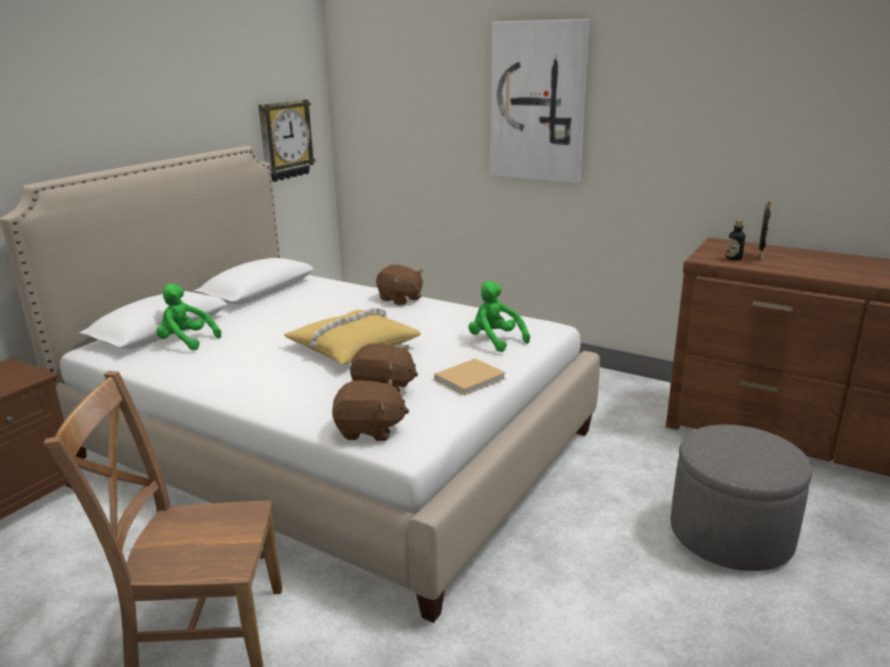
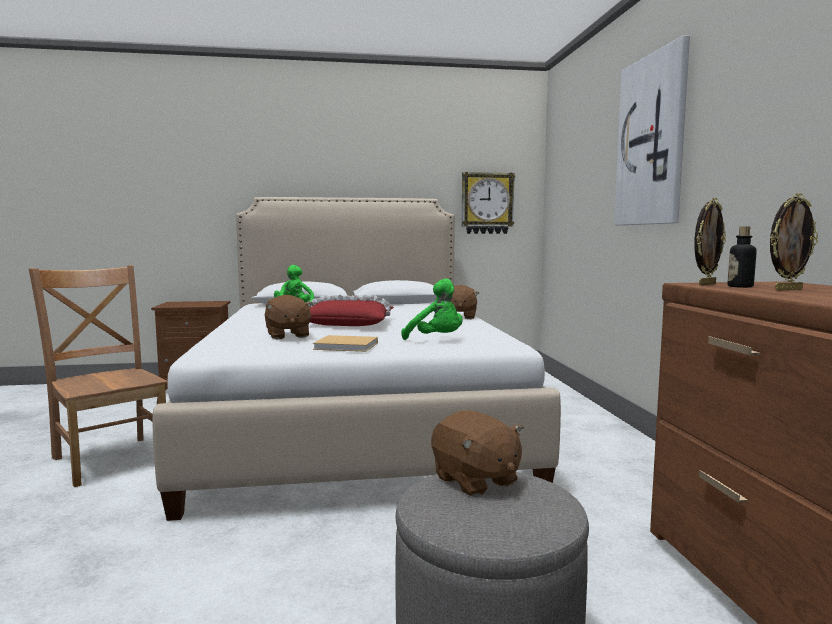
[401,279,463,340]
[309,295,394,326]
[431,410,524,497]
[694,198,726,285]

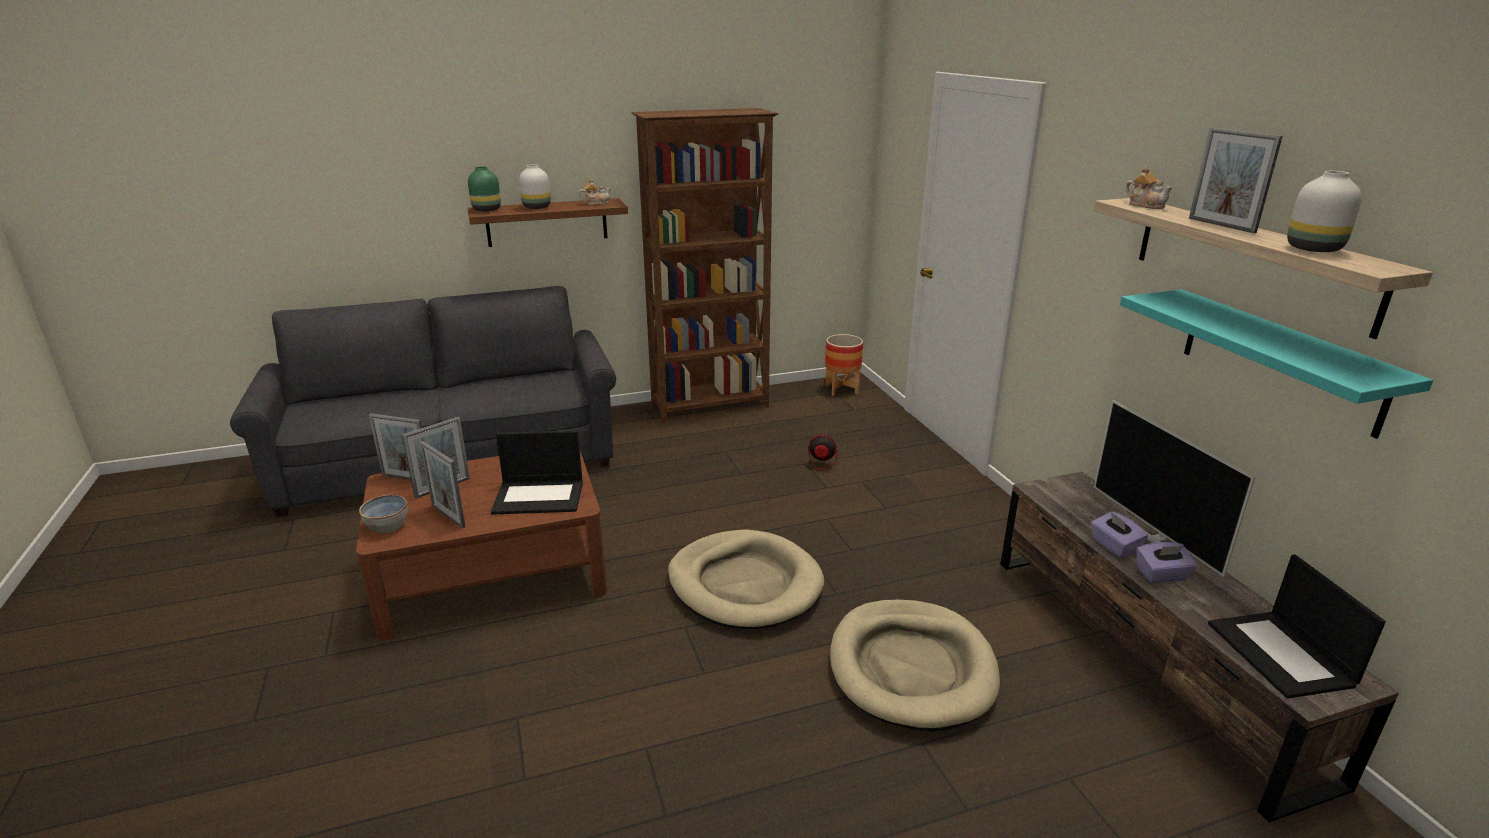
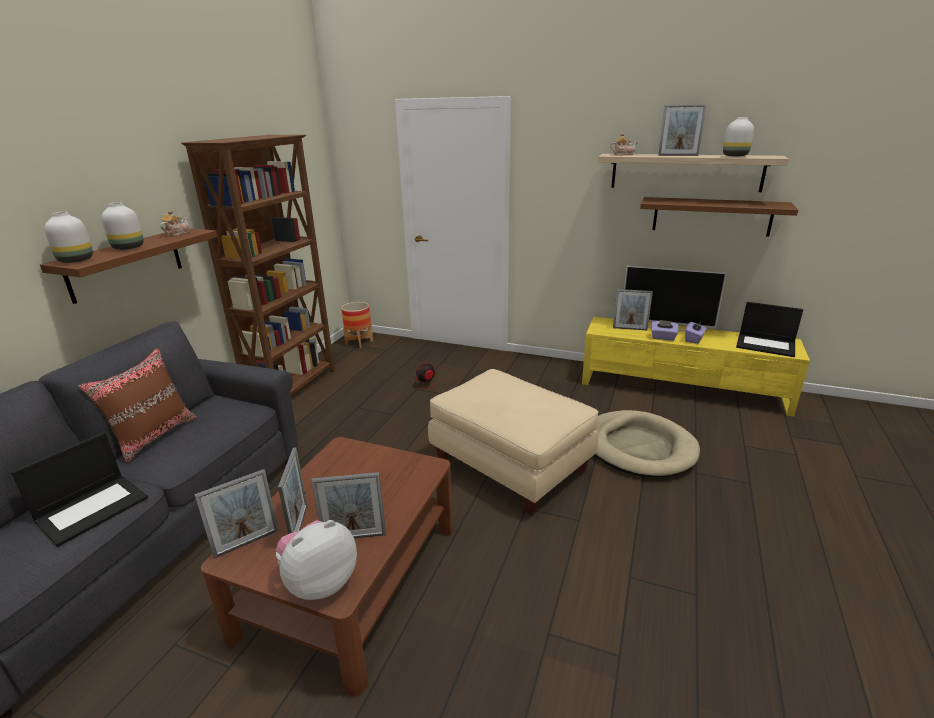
[45,212,93,263]
[640,197,798,236]
[11,432,148,547]
[582,317,810,416]
[276,520,357,600]
[428,369,599,515]
[613,289,653,330]
[78,348,197,463]

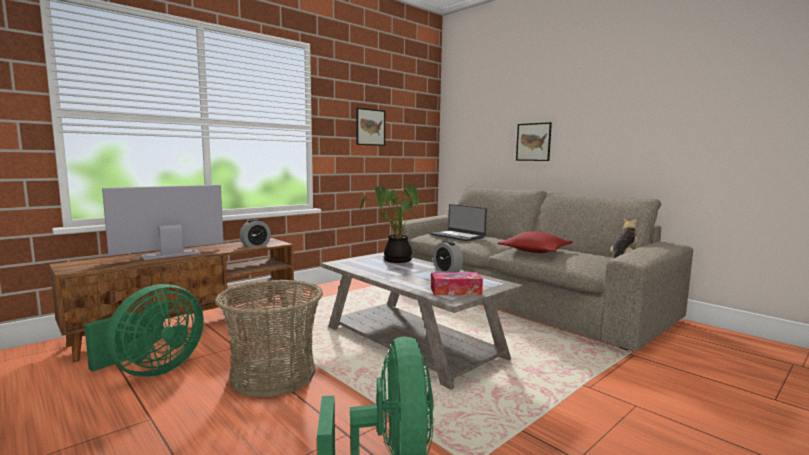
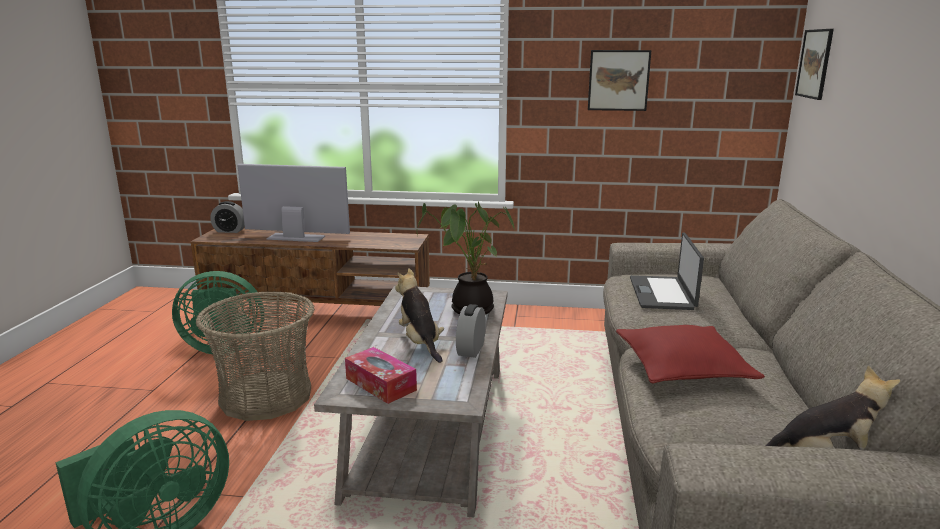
[795,29,834,100]
[210,201,245,233]
[395,268,444,363]

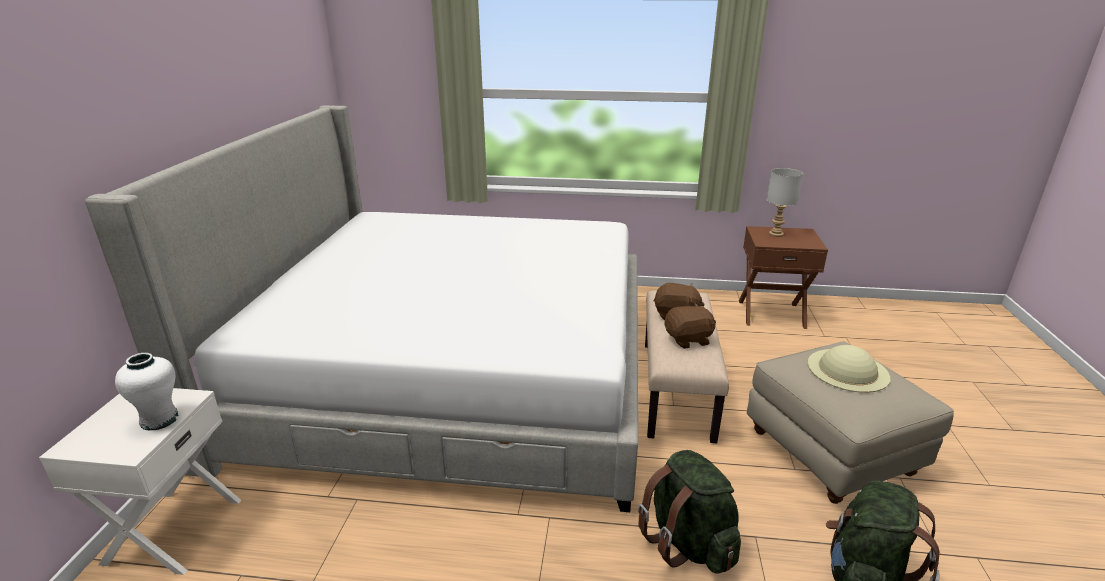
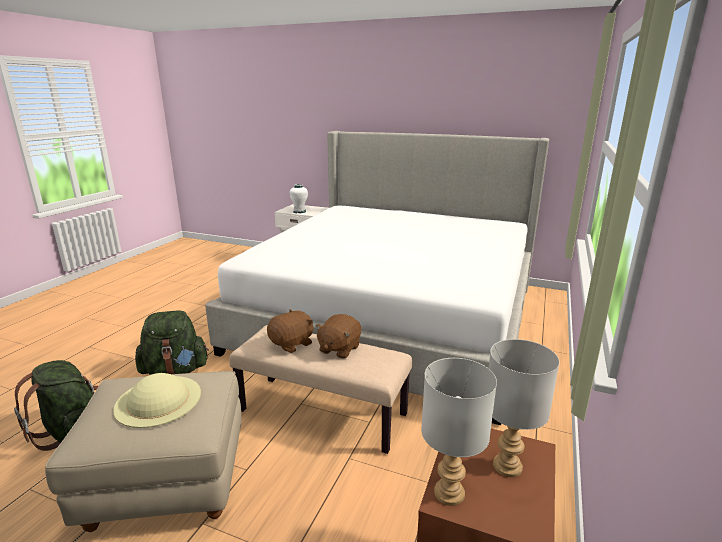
[267,309,314,353]
[421,358,497,506]

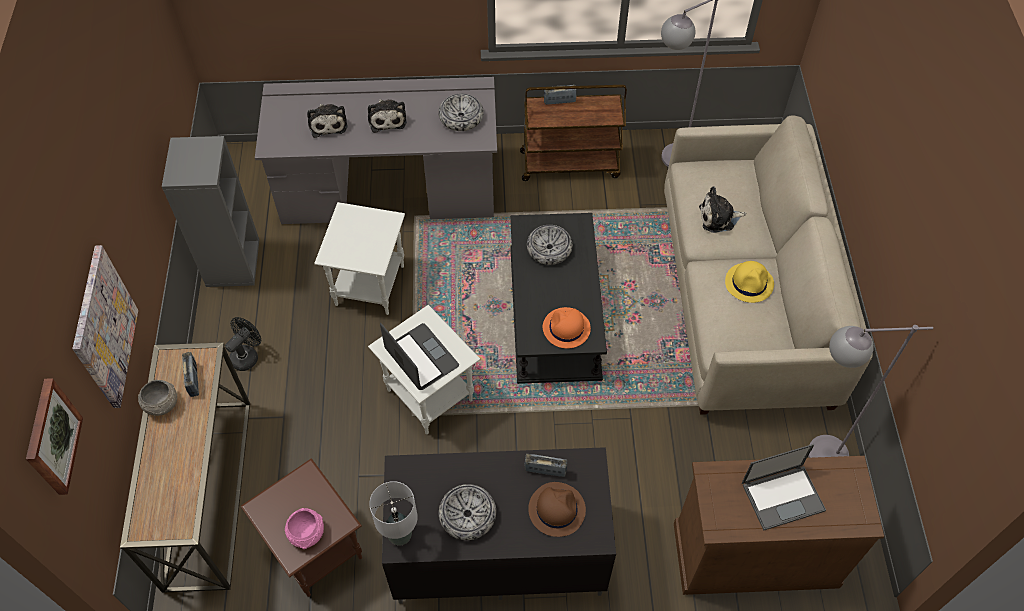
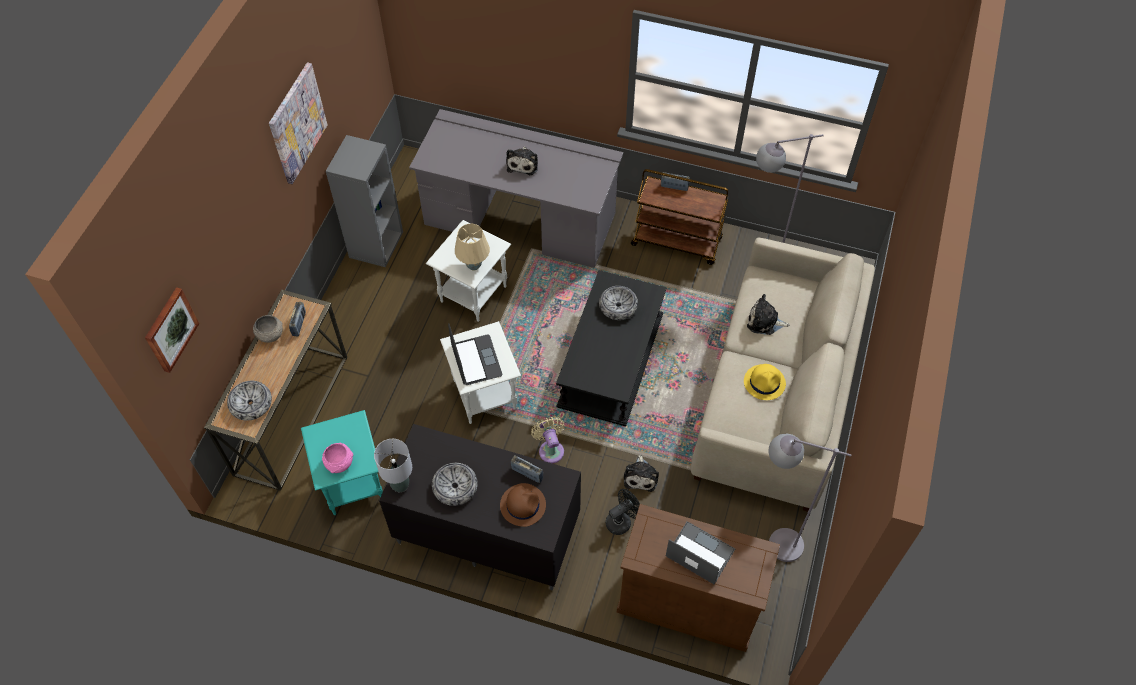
[227,381,272,420]
[624,454,659,492]
[269,62,327,184]
[543,307,591,348] (first image)
[606,489,640,535]
[666,521,735,585]
[301,410,383,515]
[455,224,490,270]
[531,417,564,463]

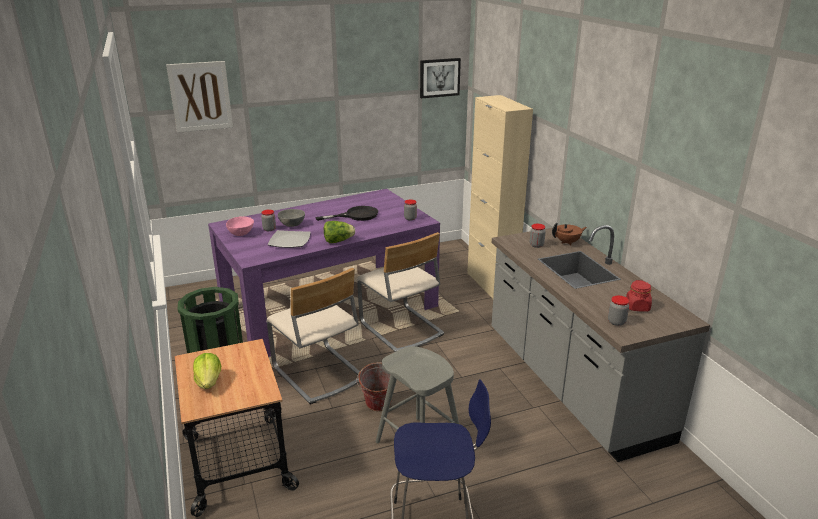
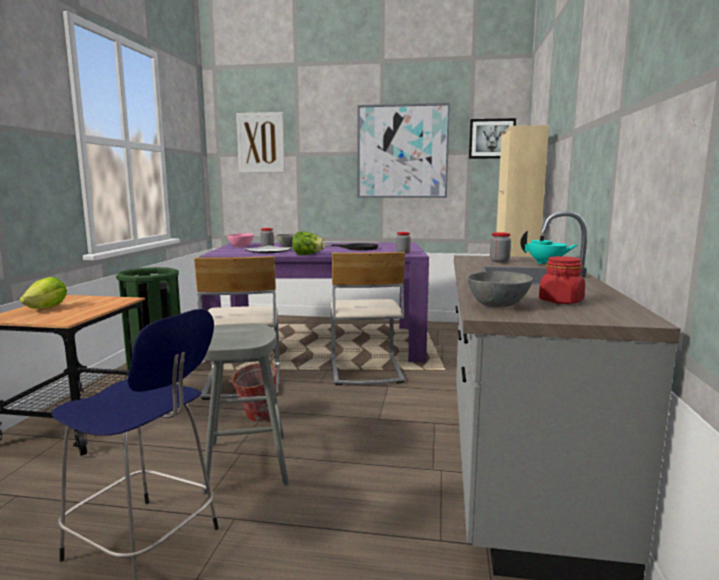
[520,231,577,264]
[468,271,533,307]
[358,103,450,198]

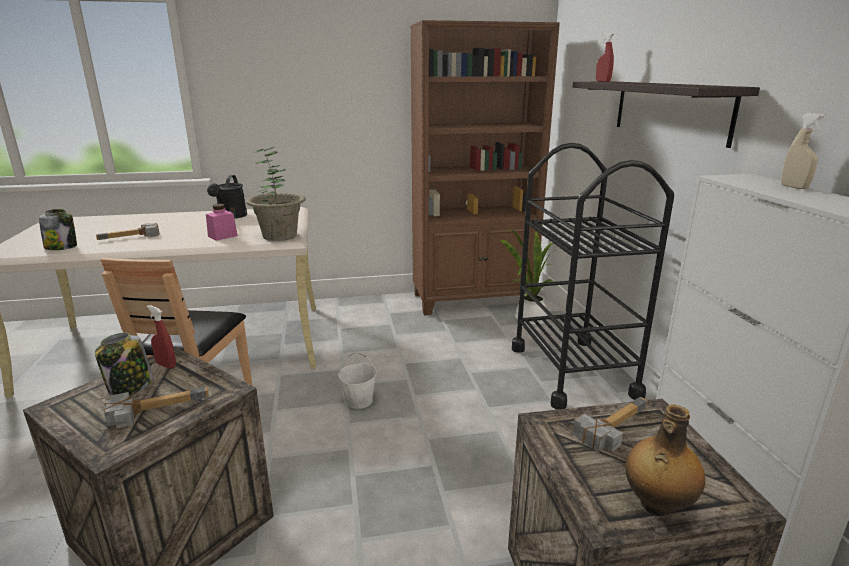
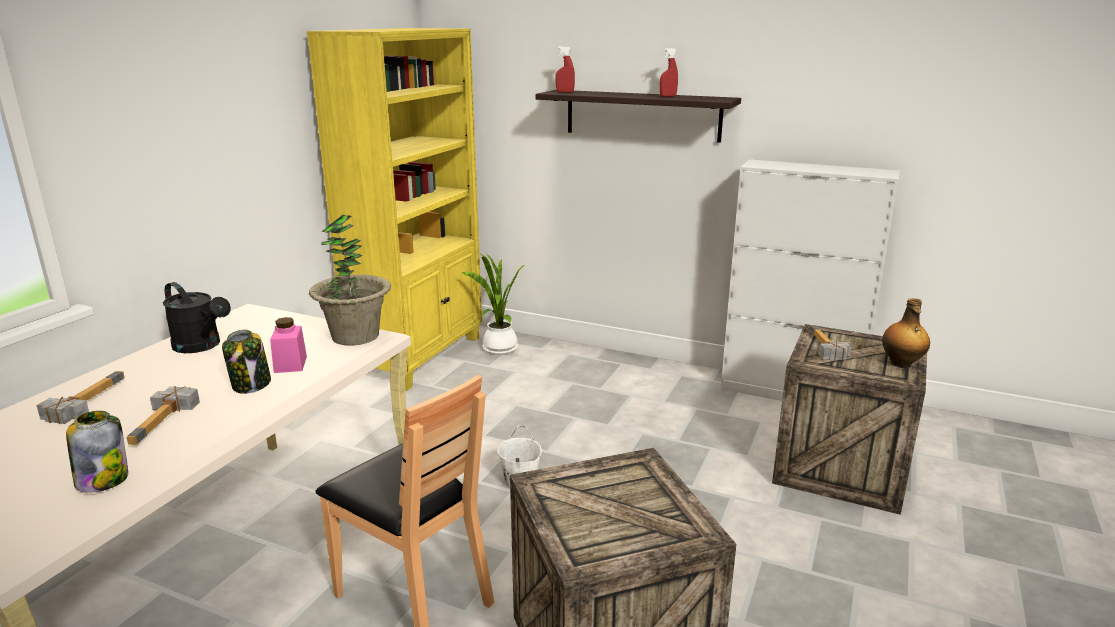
[307,28,482,391]
[781,113,826,189] (first image)
[512,143,674,410] (first image)
[660,48,678,97]
[222,330,271,394]
[36,371,125,424]

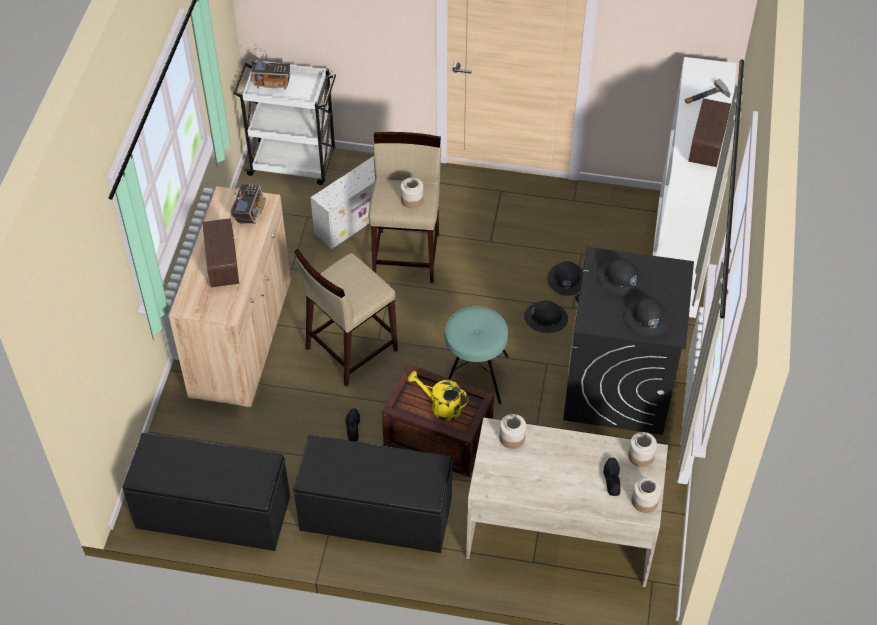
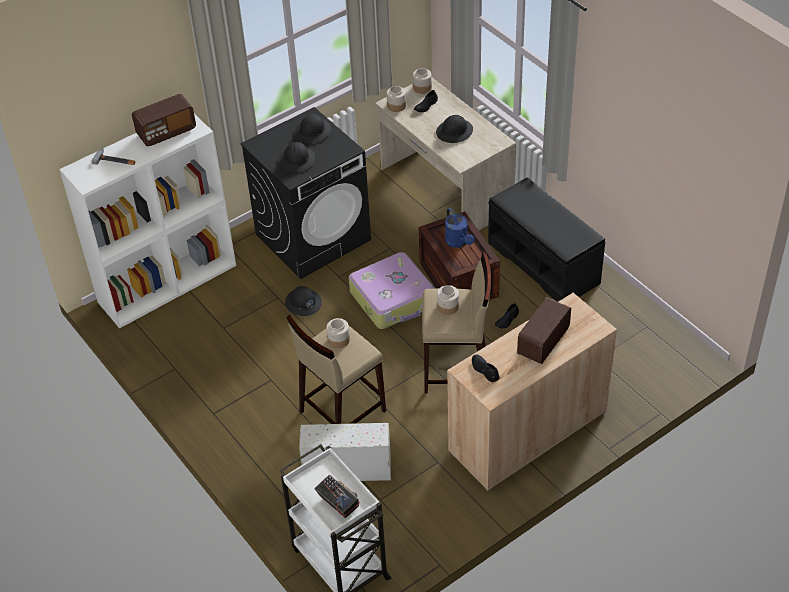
[472,354,500,382]
[436,115,473,143]
[349,252,435,329]
[445,208,474,248]
[437,285,459,315]
[123,433,290,551] (first image)

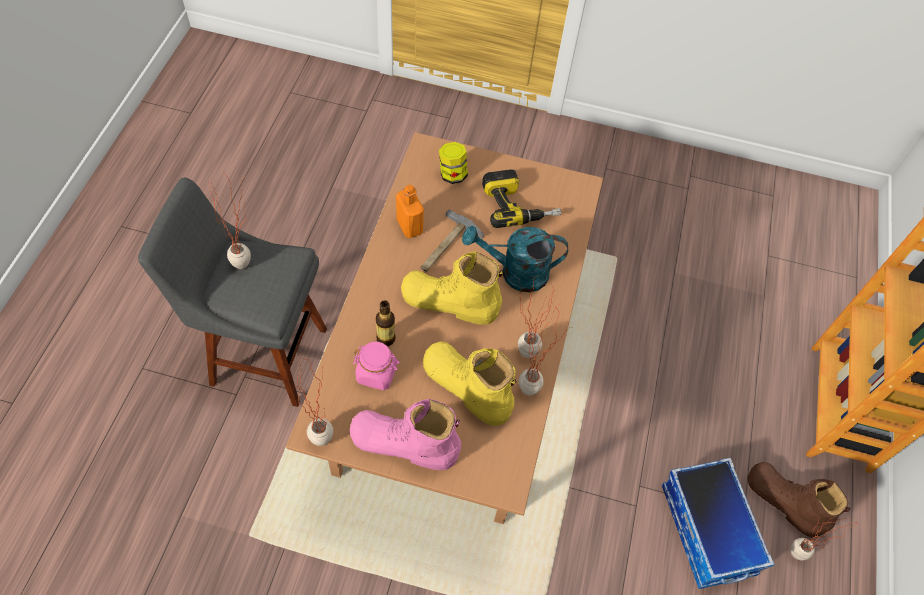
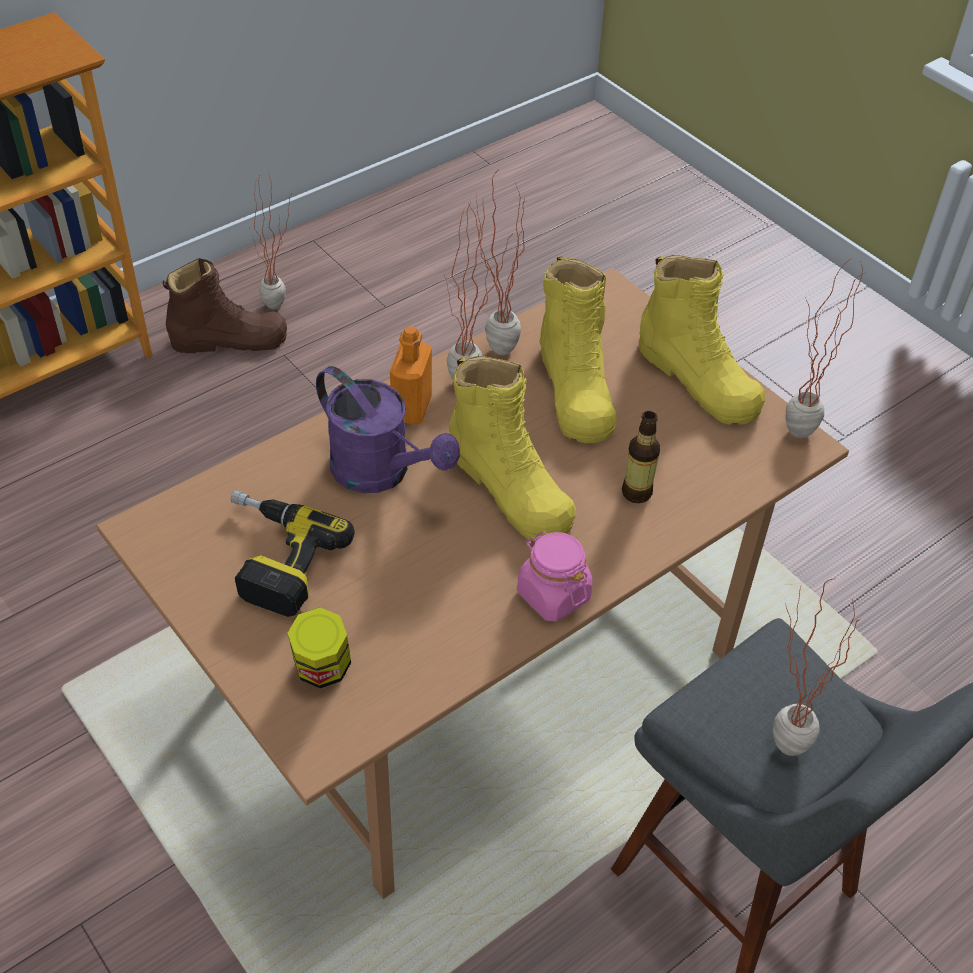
[390,326,432,425]
[420,209,484,272] (first image)
[316,366,460,493]
[517,531,593,622]
[639,255,765,425]
[662,458,774,589] (first image)
[163,258,287,353]

